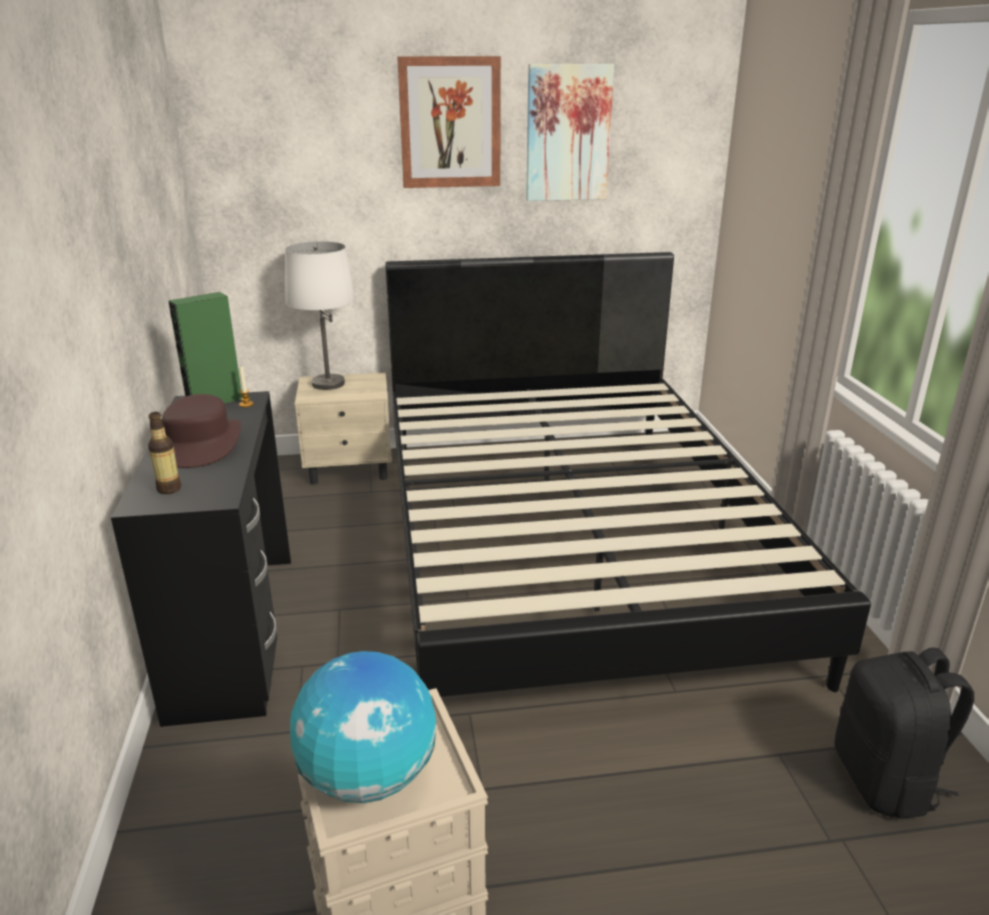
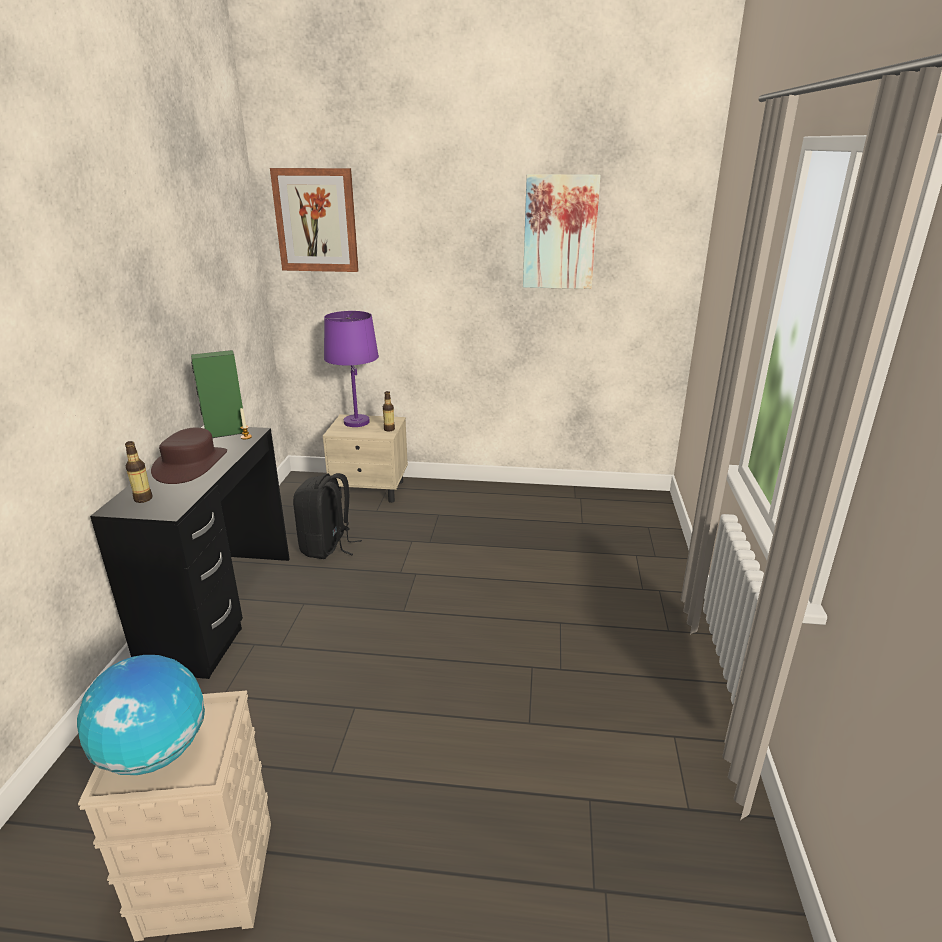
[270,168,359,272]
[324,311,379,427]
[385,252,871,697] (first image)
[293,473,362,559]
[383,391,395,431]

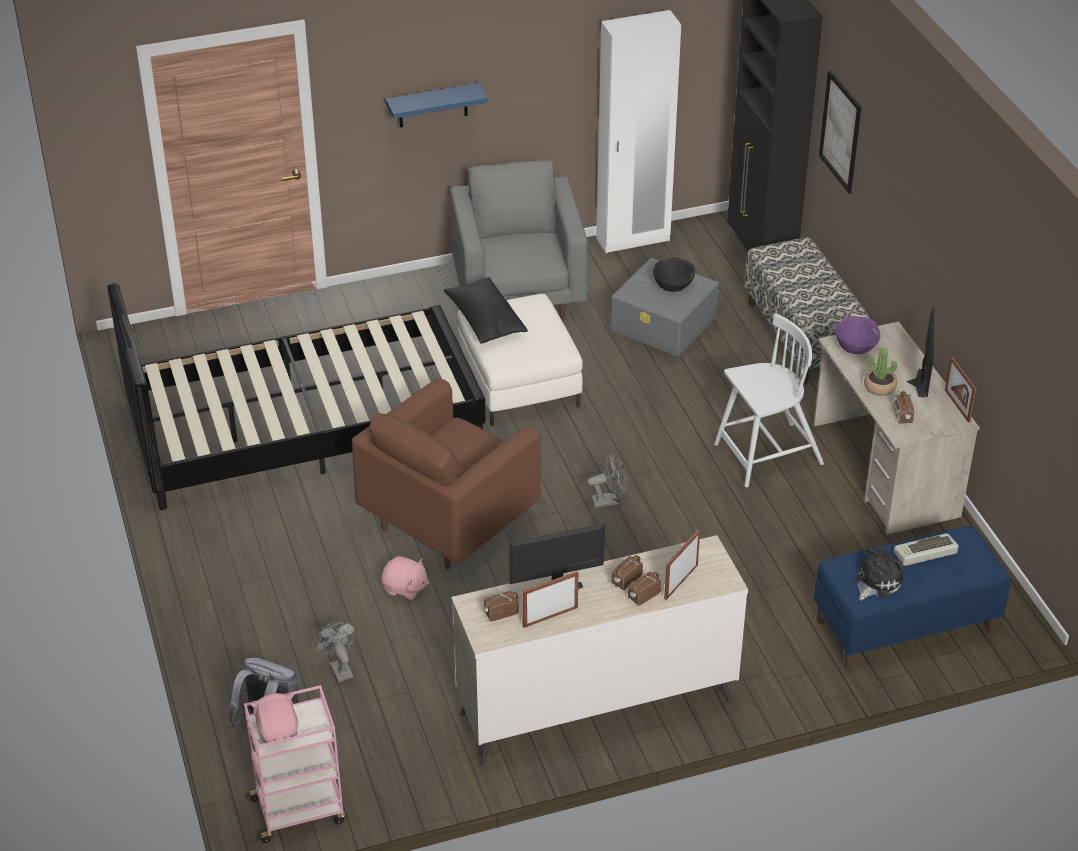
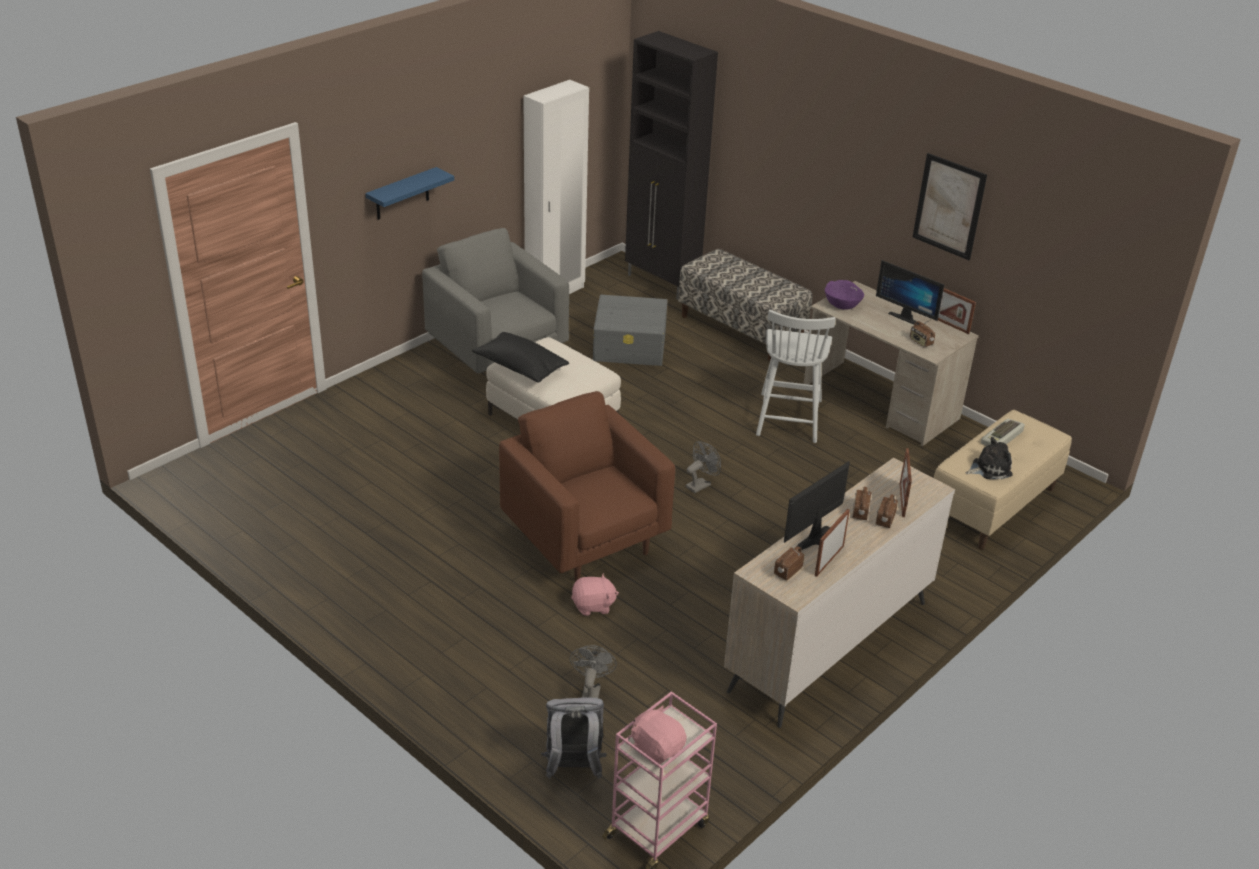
[913,153,987,260]
[653,257,695,292] (first image)
[107,283,486,510] (first image)
[876,260,945,325]
[756,310,836,443]
[864,348,897,396] (first image)
[499,391,675,582]
[934,410,1072,550]
[966,437,1013,479]
[570,645,617,698]

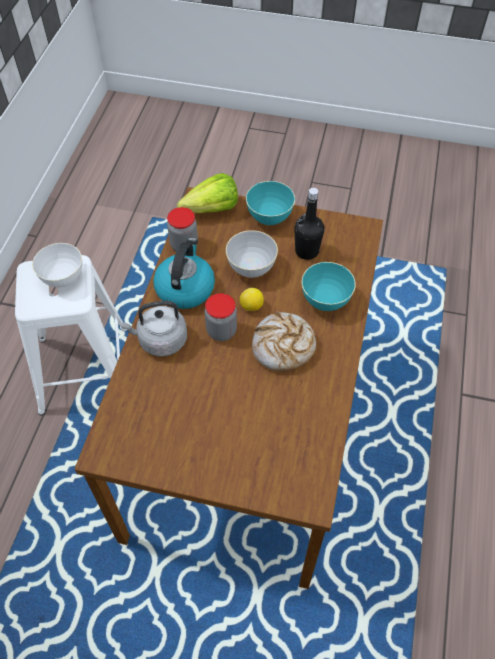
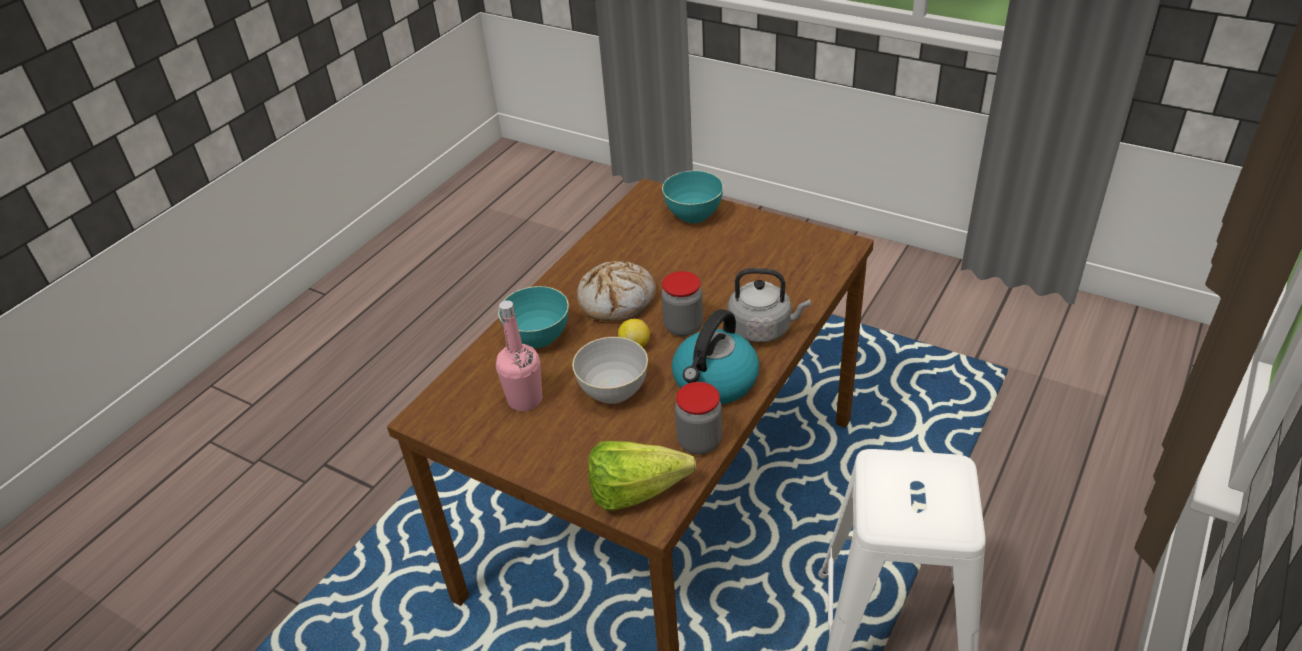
[662,171,724,223]
[496,300,542,411]
[32,243,82,287] (first image)

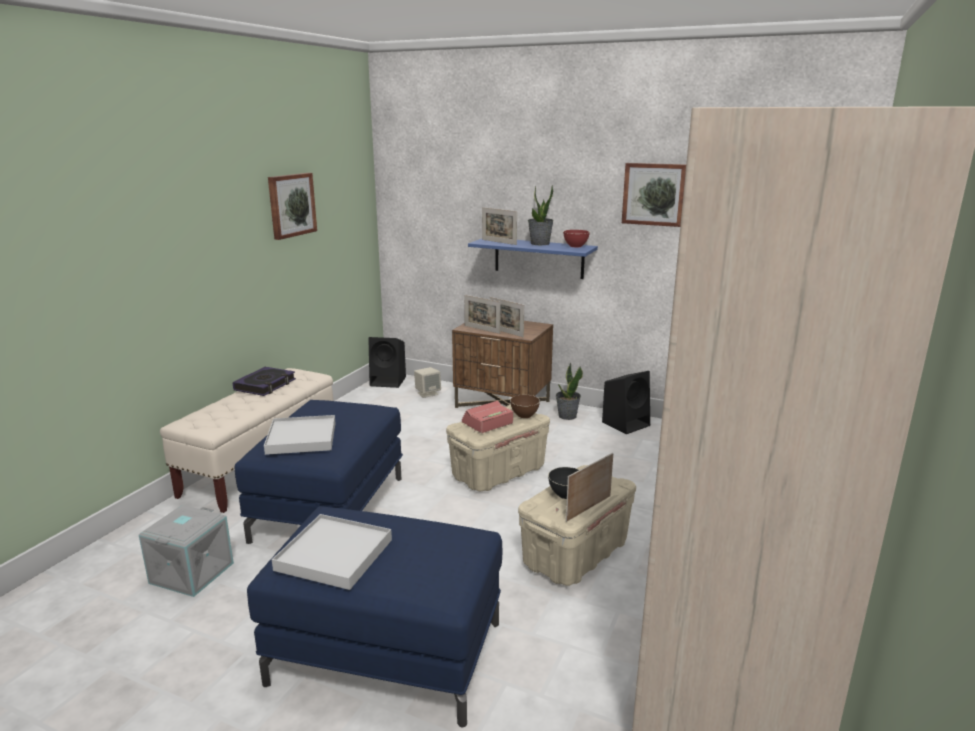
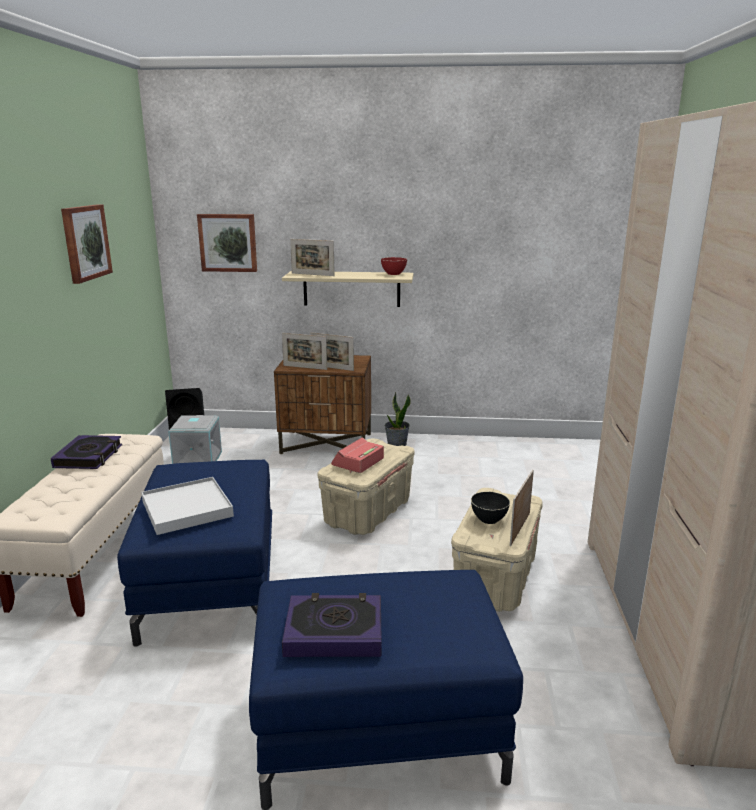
[197,214,257,272]
[528,185,554,245] (first image)
[282,271,413,307]
[414,367,441,398] (first image)
[602,371,650,434] (first image)
[510,395,540,418] (first image)
[168,415,222,464]
[282,593,382,657]

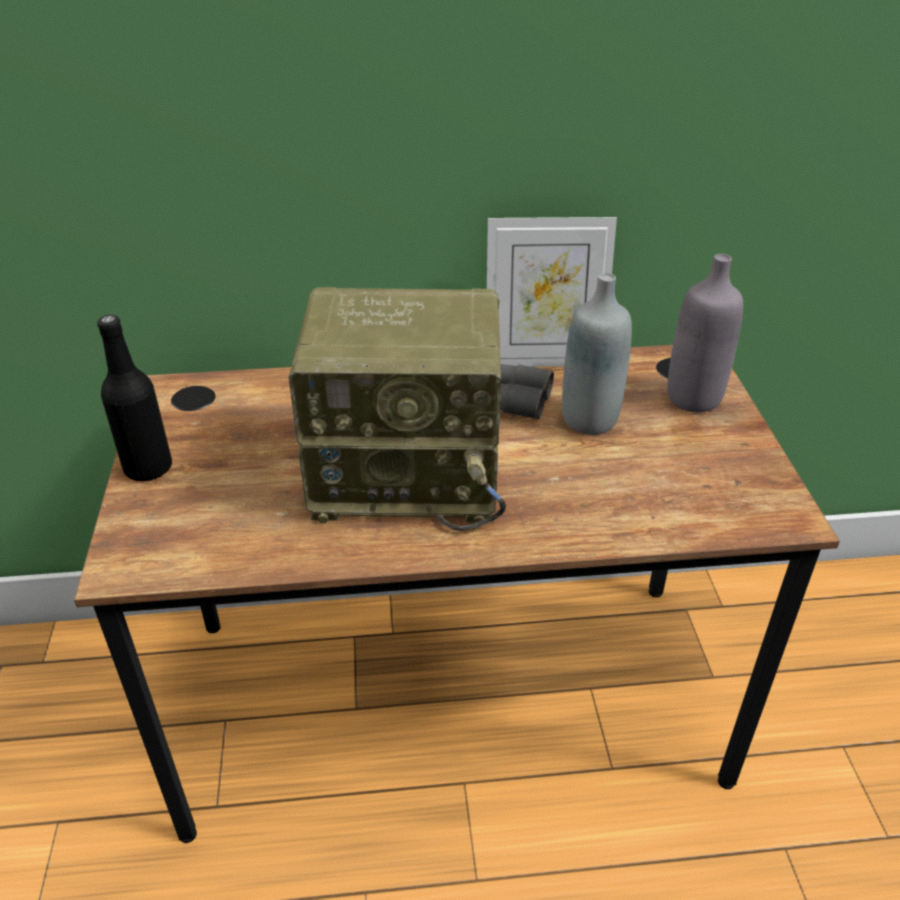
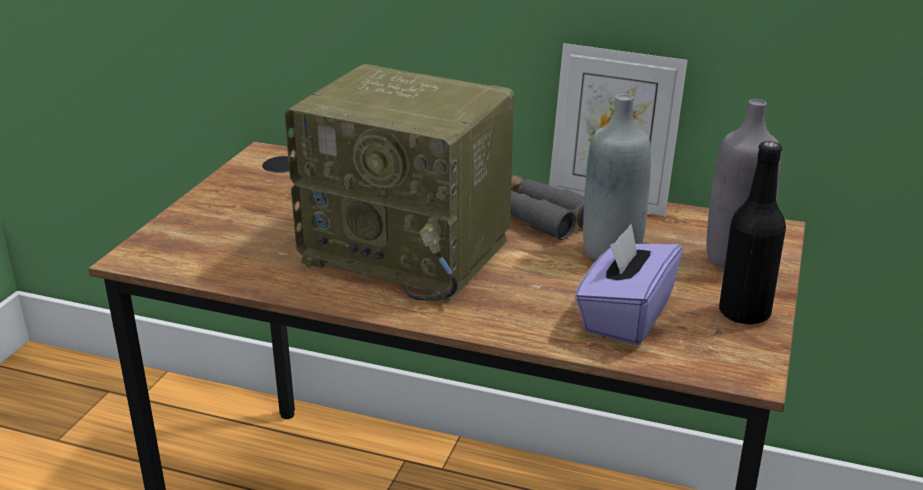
[719,141,786,325]
[575,224,682,345]

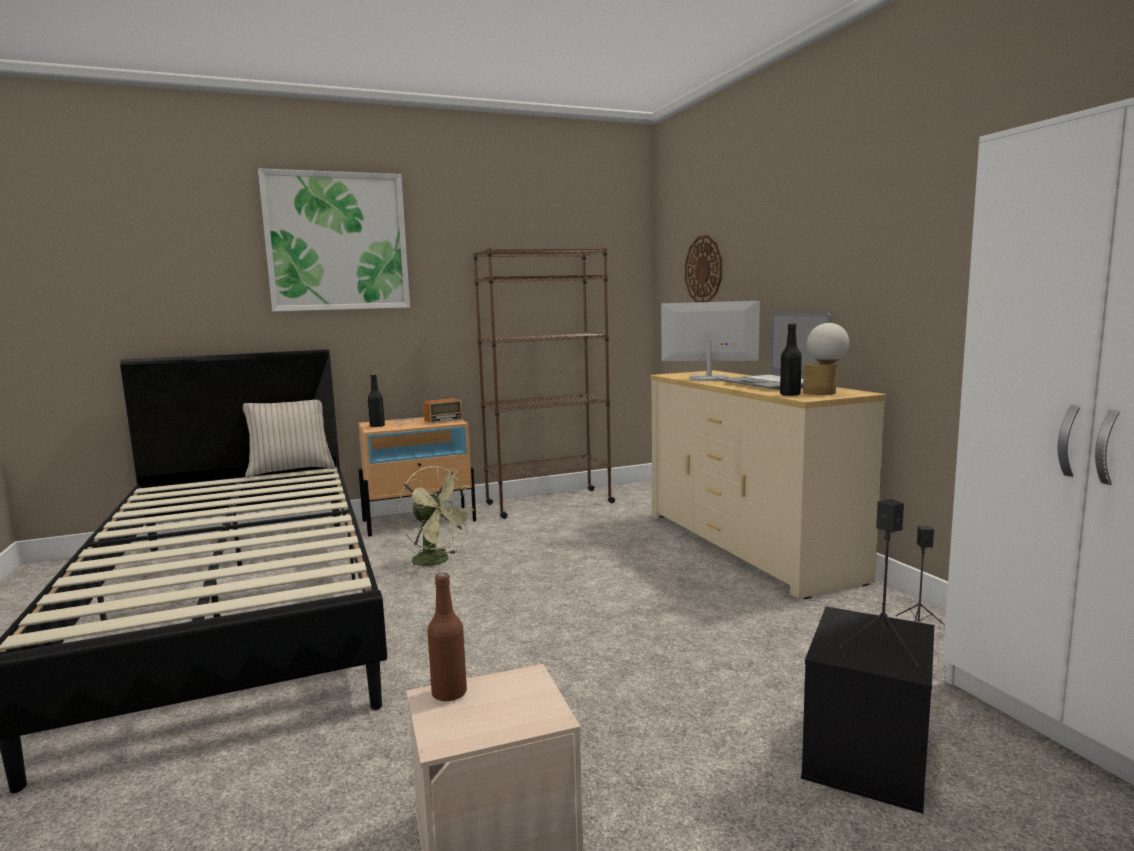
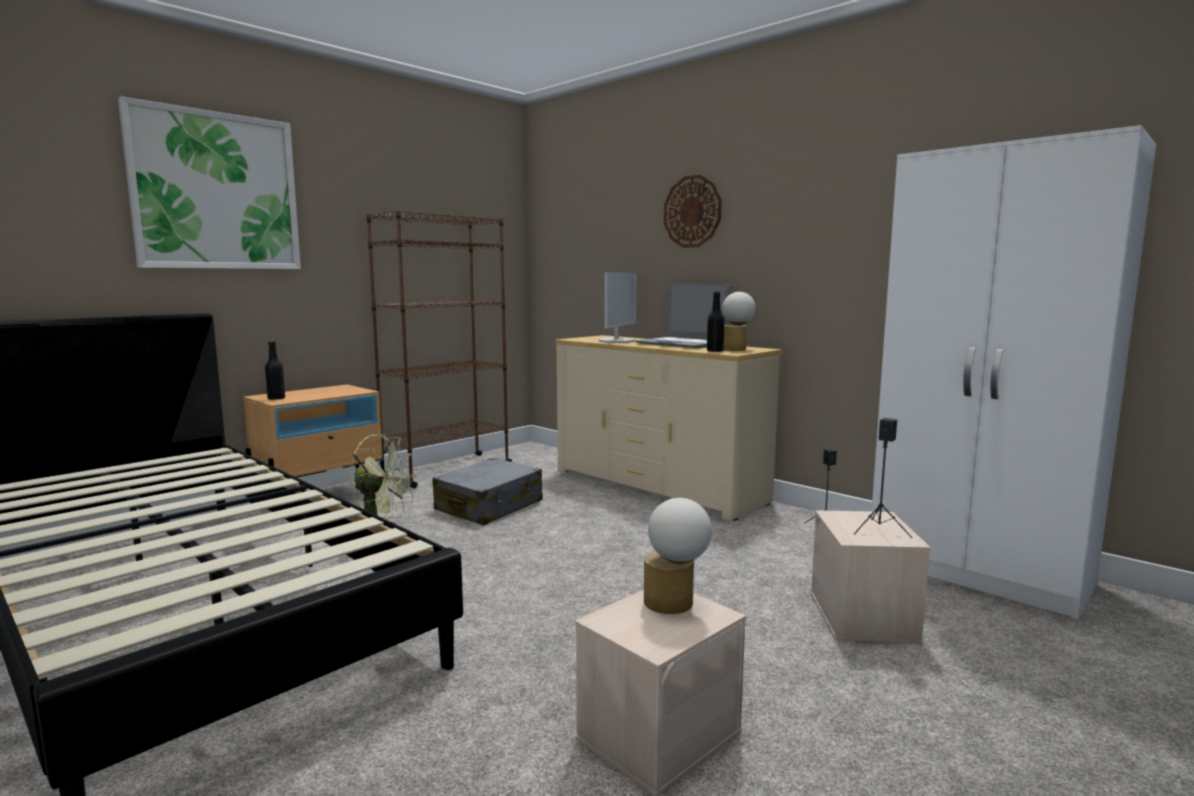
[664,175,722,248]
[599,272,636,343]
[387,398,463,426] (first image)
[243,400,336,478] (first image)
[427,573,467,702] (first image)
[811,510,931,643]
[432,458,543,525]
[644,498,712,614]

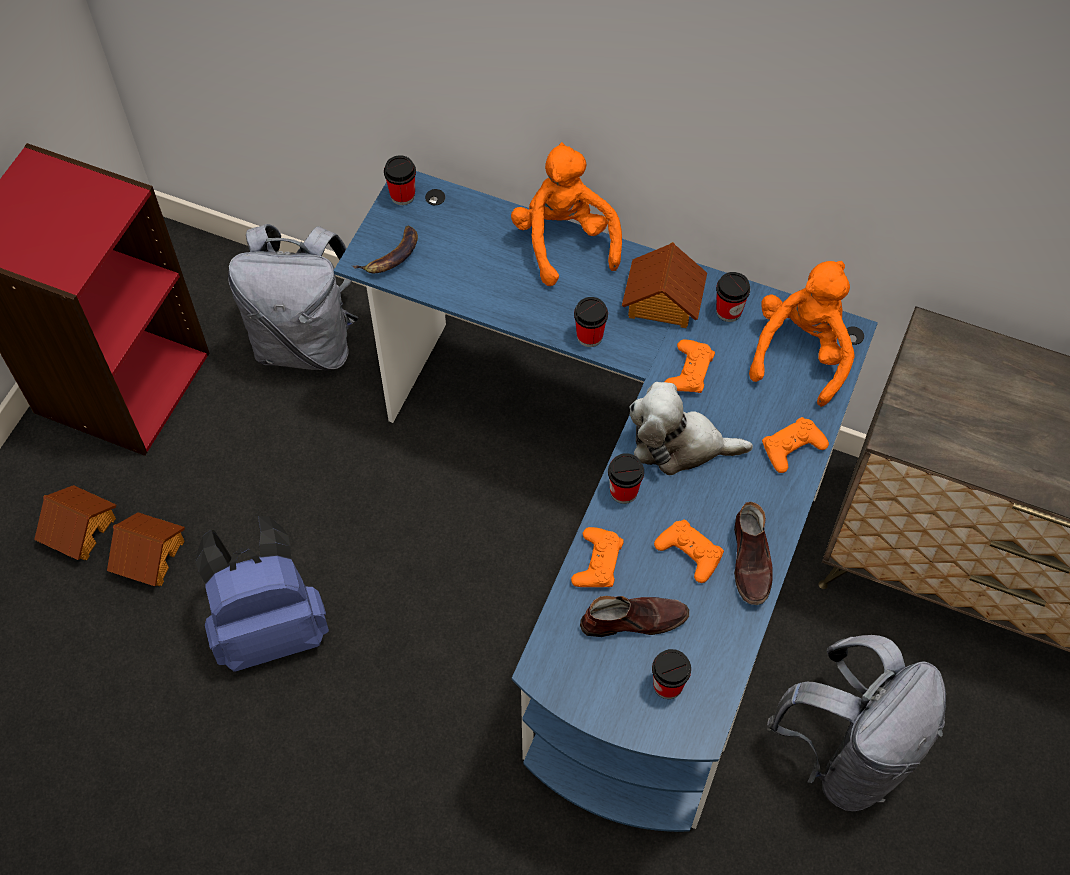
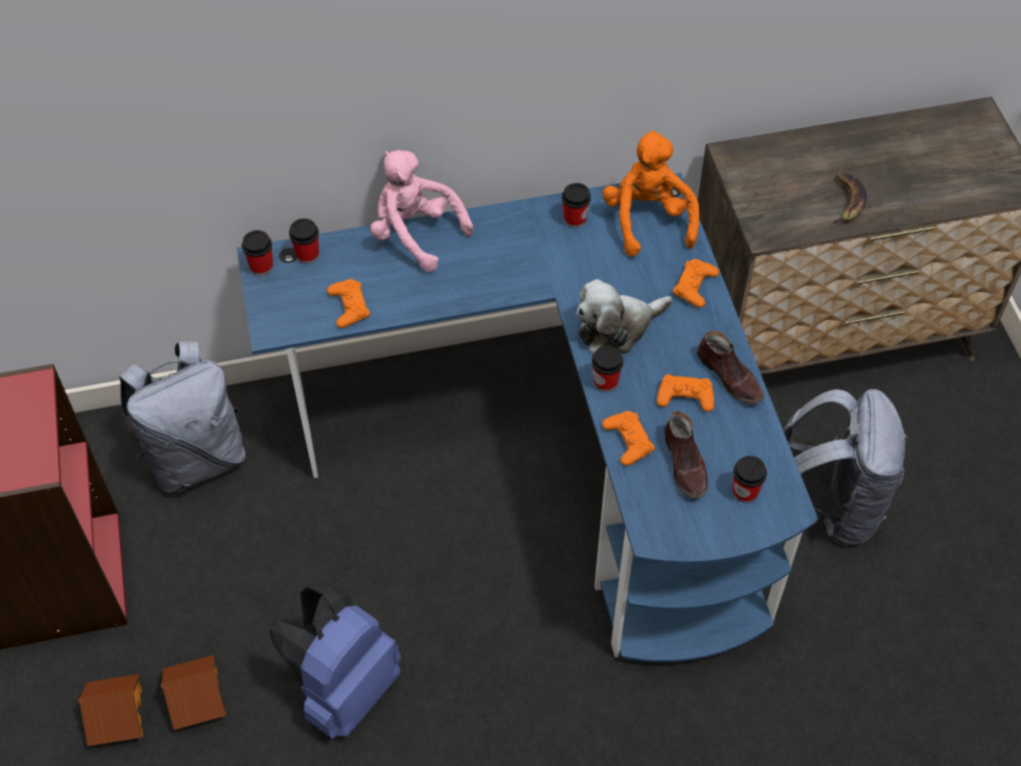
[370,150,474,272]
[829,173,867,225]
[622,242,707,328] (first image)
[289,218,319,264]
[327,279,370,328]
[664,411,708,498]

